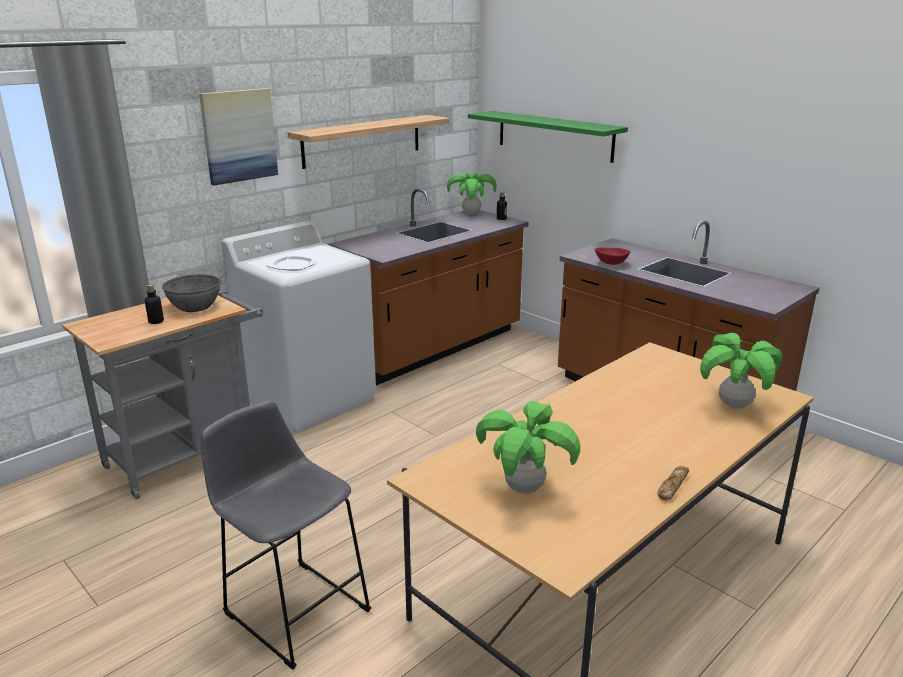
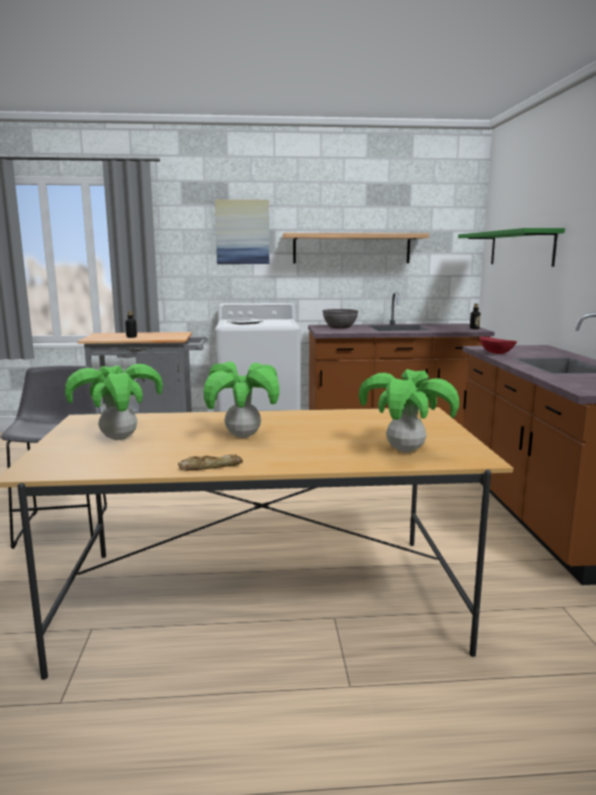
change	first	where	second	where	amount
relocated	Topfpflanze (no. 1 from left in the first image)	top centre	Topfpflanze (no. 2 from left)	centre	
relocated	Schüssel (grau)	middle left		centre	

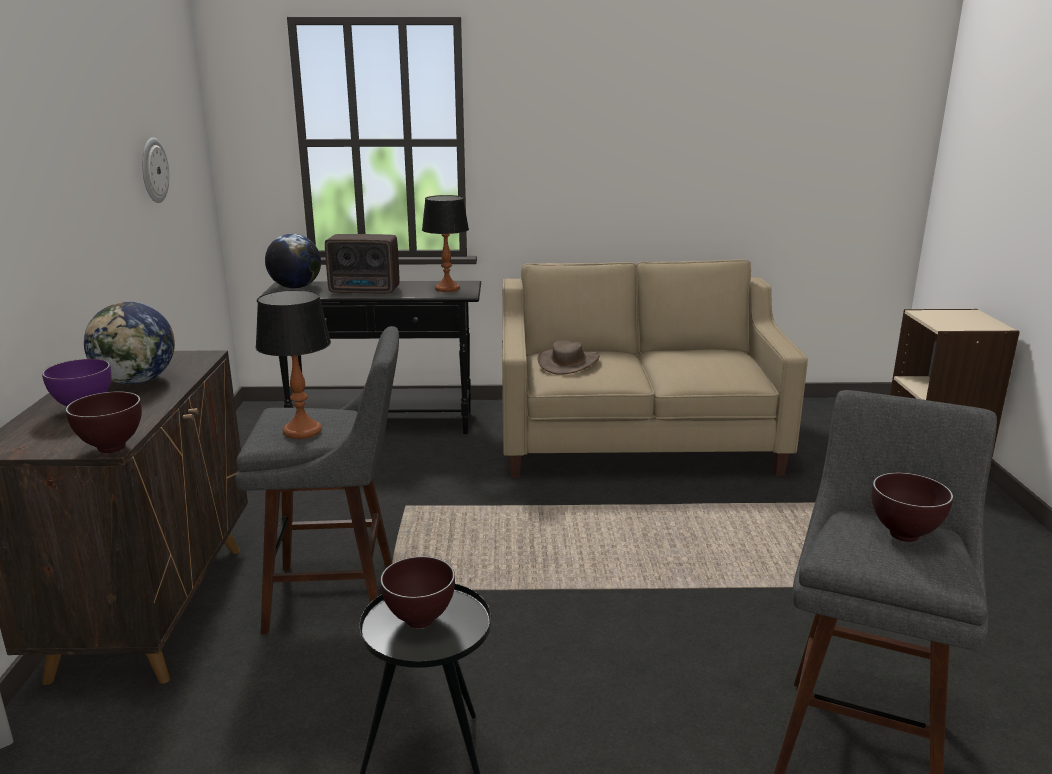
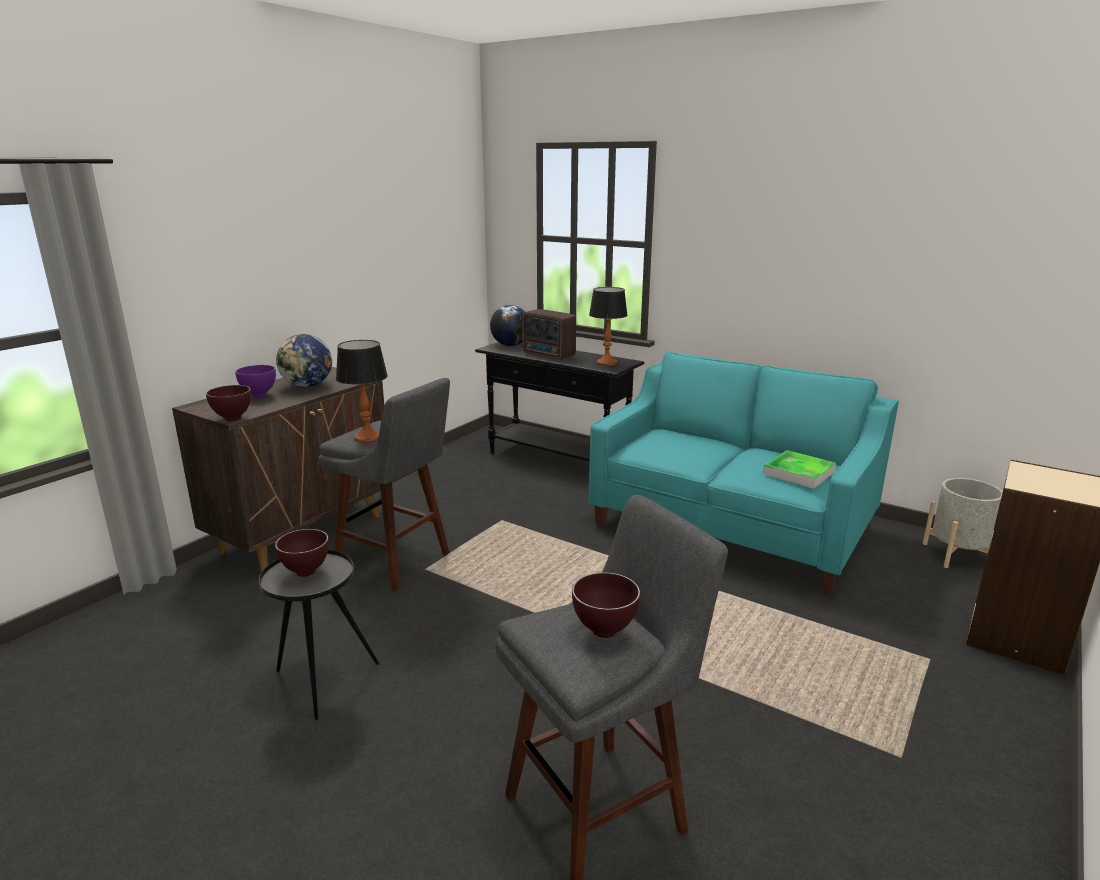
change	first	where	second	where	amount
missing	Wanduhr	top left			
colour	Sofa (beige)	centre	Sofa (türkis)	middle right	
missing	Hut (braun)	centre			
appeared			Tablett	middle right	
appeared			Pflanzkübel (grau)	middle right	

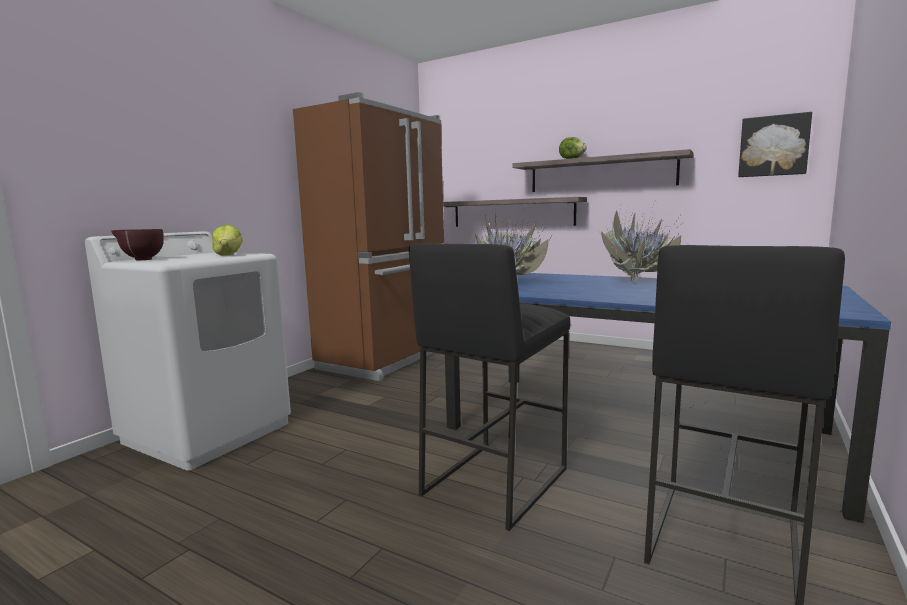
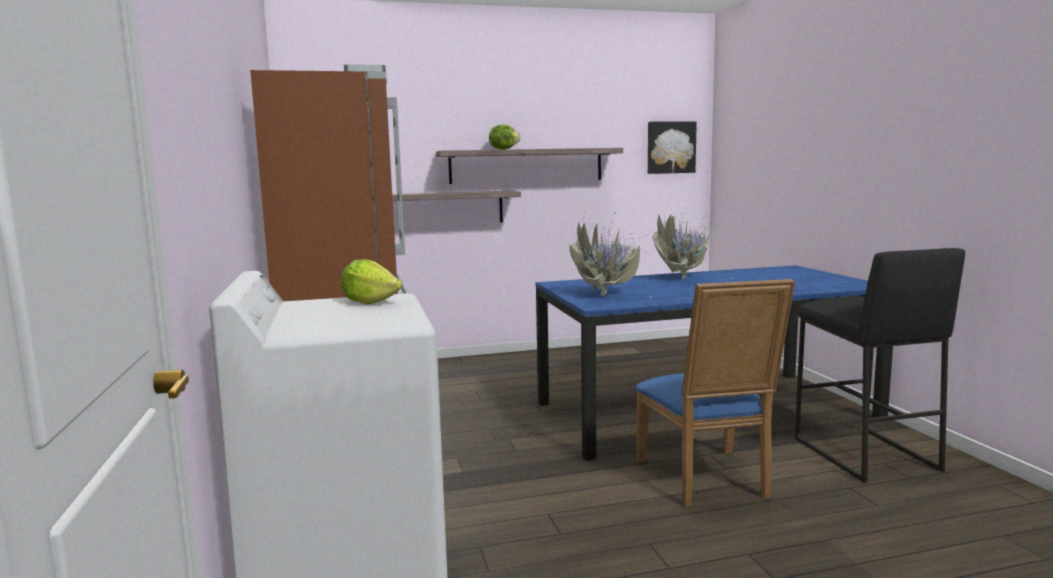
change	first	where	second	where	amount
missing	Schüssel (braun)	middle left			
exchanged	Hocker (schwarz) (no. 1 from left)	centre	Stuhl (blau)	bottom right	

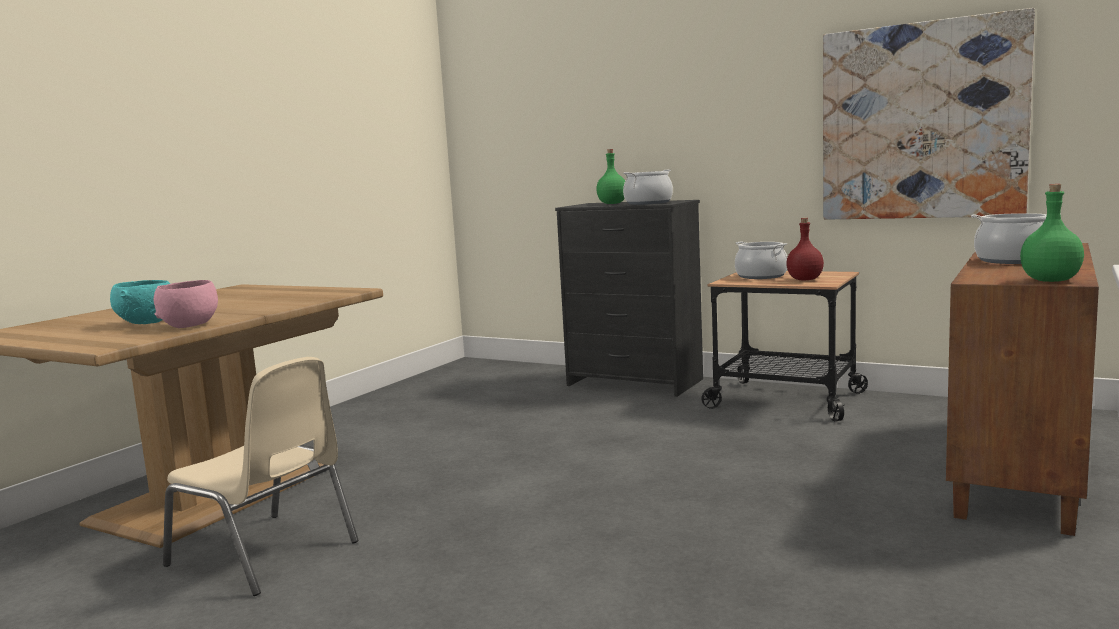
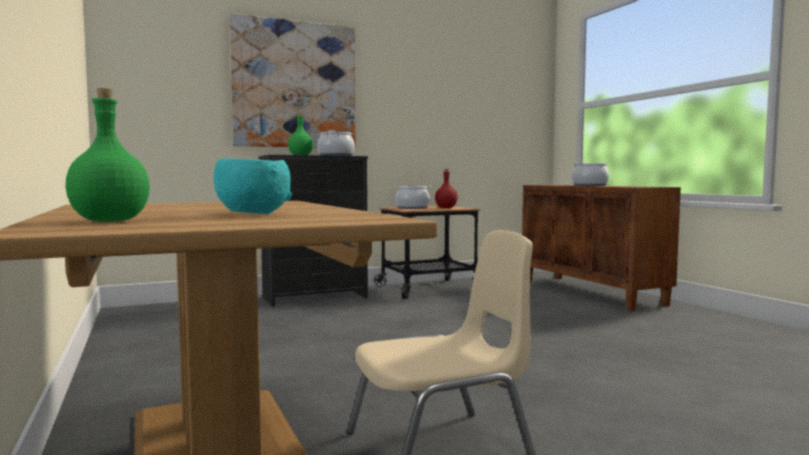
change	first	where	second	where	amount
relocated	Bild	top right		top centre	
relocated	Flasche (grün) (no. 2 from left in the first image)	middle right	Flasche (grün) (no. 1 from left)	middle left	
missing	Schüssel (rosa)	middle left			

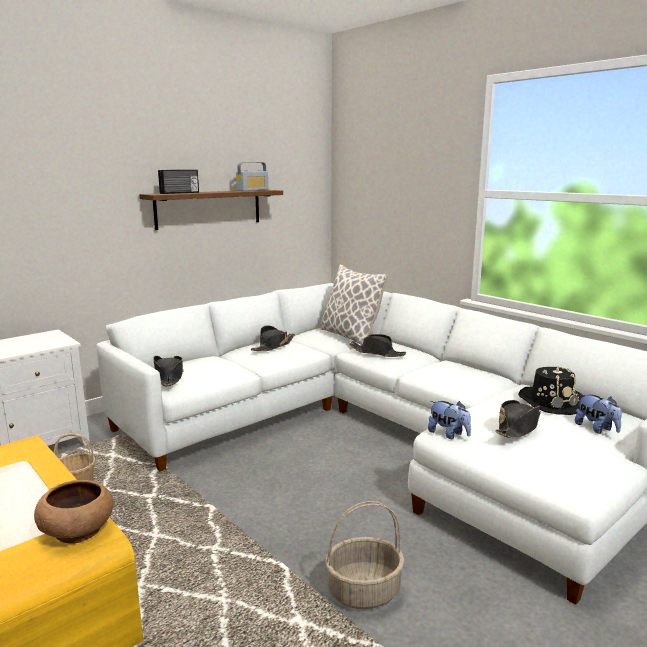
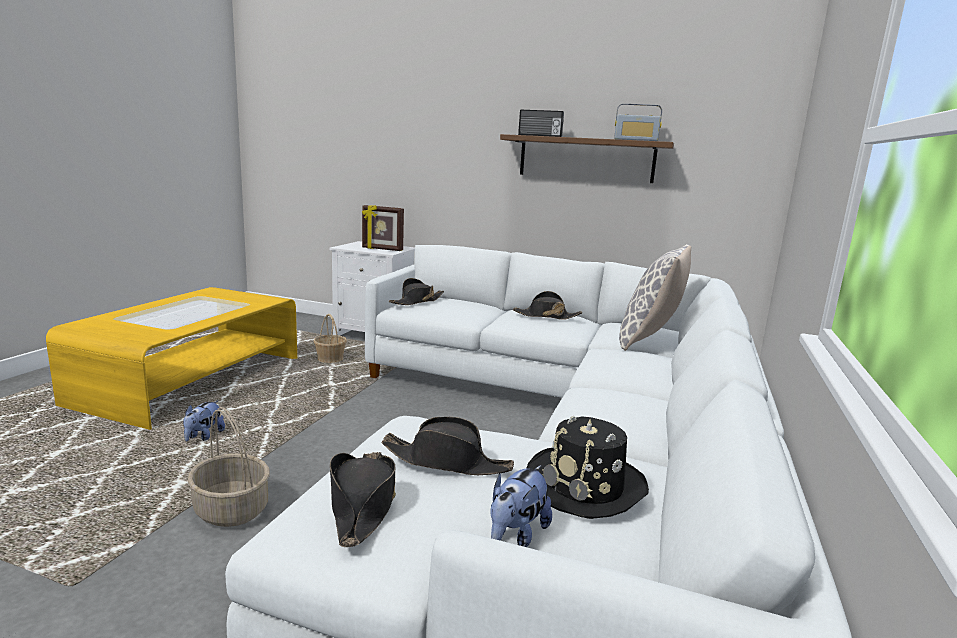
change	first	where	second	where	amount
relocated	Hut (schwarz) (no. 3 from left in the first image)	centre	Hut (schwarz) (no. 1 from left)	bottom centre	
relocated	Plüschtier (no. 1 from left)	middle right		middle left	
missing	Schüssel (braun)	bottom left			
appeared			Bilderrahmen	centre	

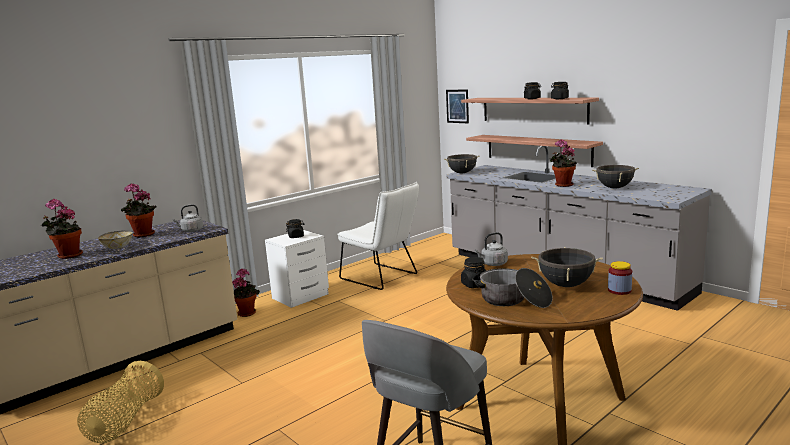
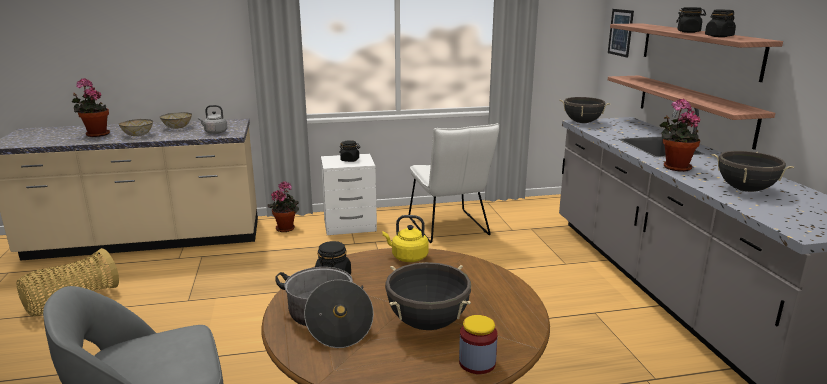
change	first	where	second	where	amount
exchanged	Topfpflanze (no. 2 from left)	middle left	Schüssel (no. 2 from left)	top left	
colour	Wasserkessel (grau) (no. 2 from left)	centre	Wasserkessel (gelb)	centre	

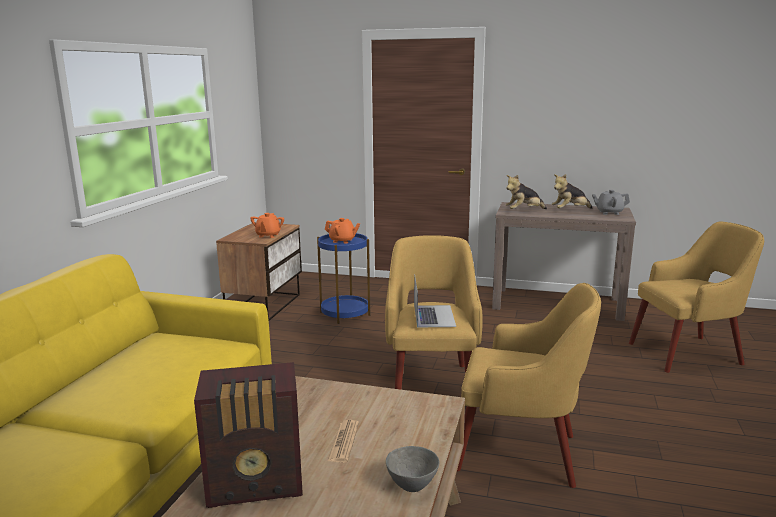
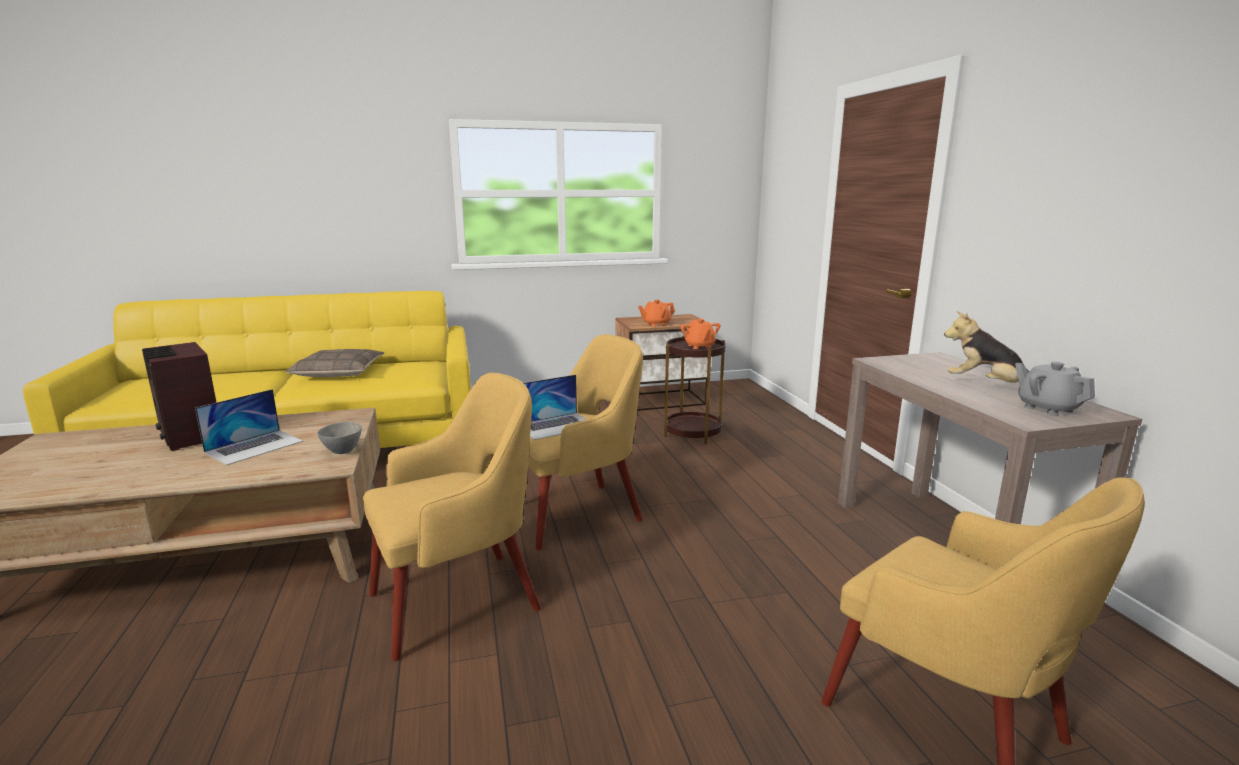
change	first	where	second	where	amount
missing	Plüschtier (no. 1 from left)	middle right			
colour	Beistelltisch (blau)	centre	Beistelltisch (braun)	centre	
spun	Sessel (gelb) (no. 2 from left in the first image)	bottom right	Sessel (gelb) (no. 1 from left)	bottom centre	105 degrees counterclockwise
exchanged	Zeitung	bottom centre	Laptop (no. 1 from left)	middle left	
relocated	Schüssel (grau)	bottom centre		middle left	
appeared			Kissen	middle left	

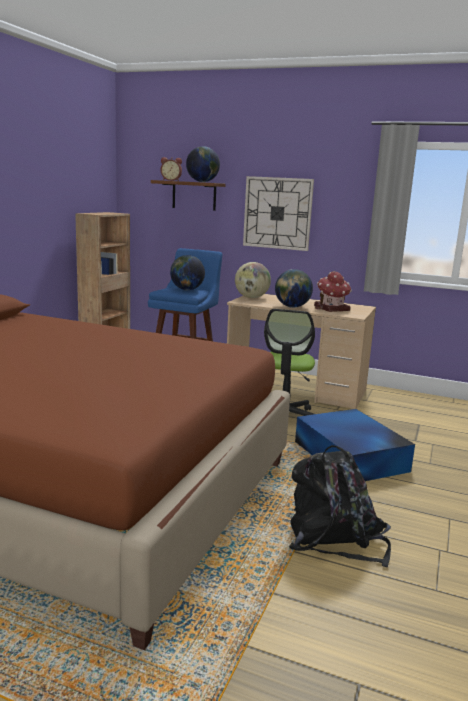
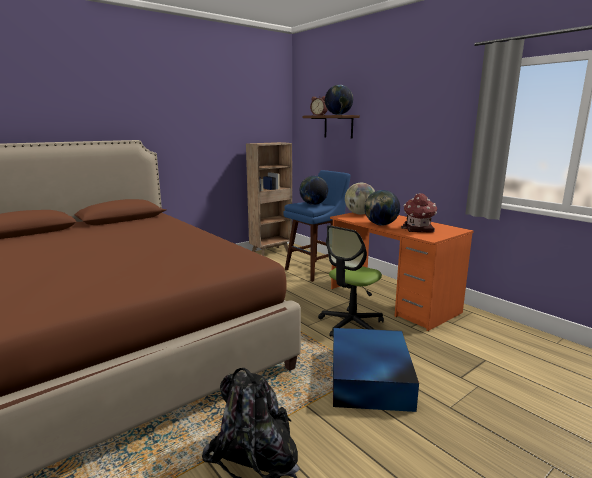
change	first	where	second	where	amount
missing	Wanduhr	top centre			
colour	Schreibtisch (beige)	centre	Schreibtisch (orange)	middle right	

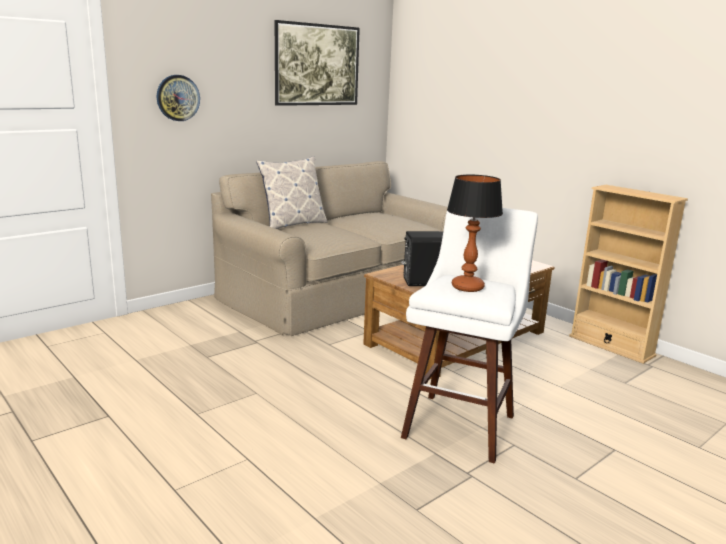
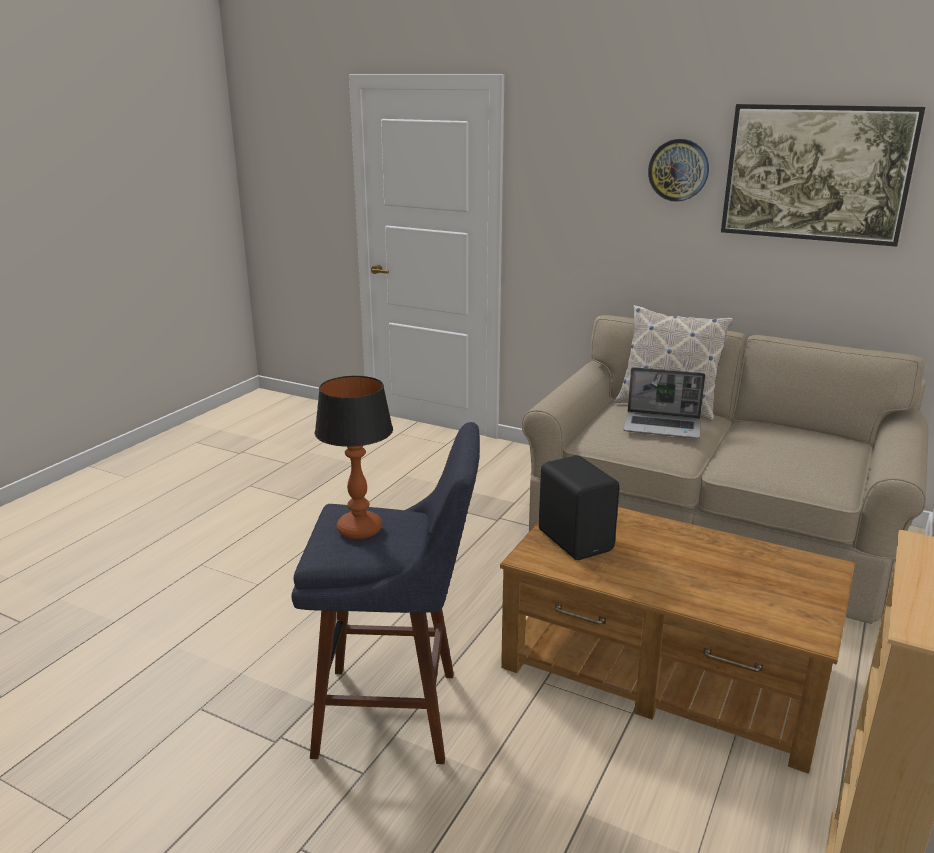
change	first	where	second	where	amount
relocated	Wanduhr	top left		top right	
colour	Hocker (weiß)	centre	Hocker (blau)	bottom centre	
appeared			Laptop	middle right	

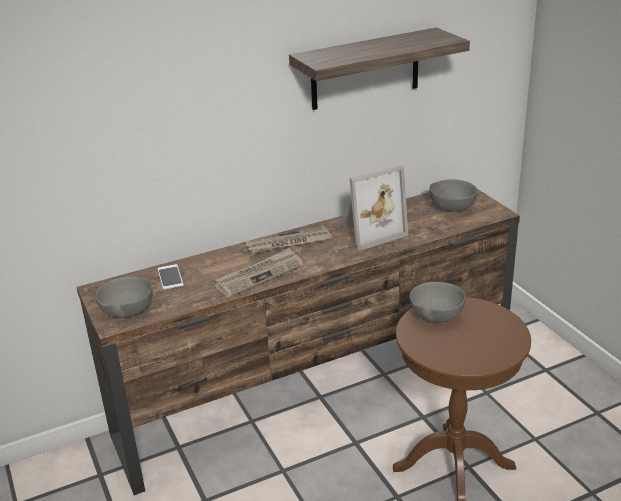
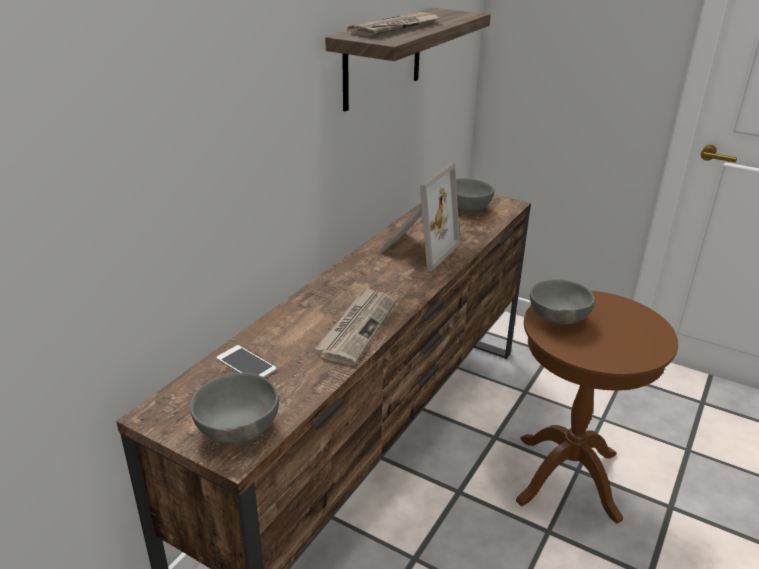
change	first	where	second	where	amount
relocated	Zeitung (no. 2 from left)	centre		top centre	

